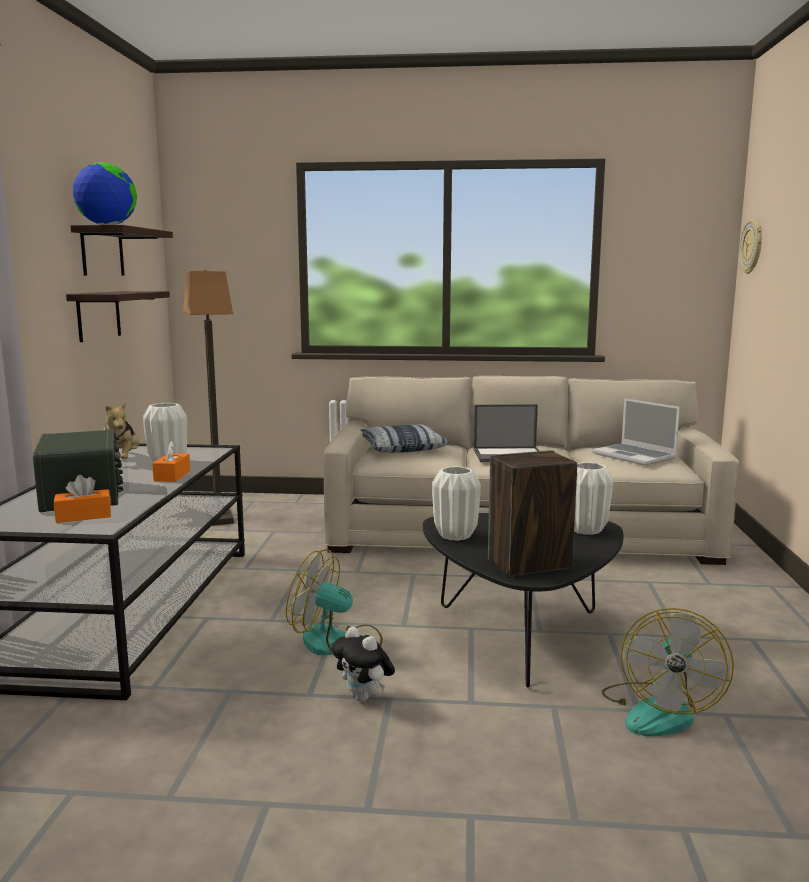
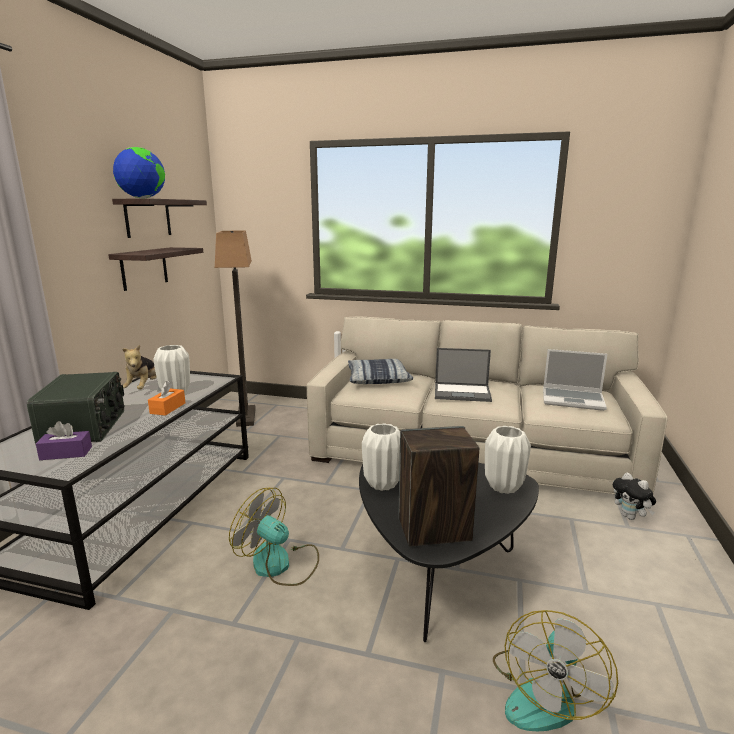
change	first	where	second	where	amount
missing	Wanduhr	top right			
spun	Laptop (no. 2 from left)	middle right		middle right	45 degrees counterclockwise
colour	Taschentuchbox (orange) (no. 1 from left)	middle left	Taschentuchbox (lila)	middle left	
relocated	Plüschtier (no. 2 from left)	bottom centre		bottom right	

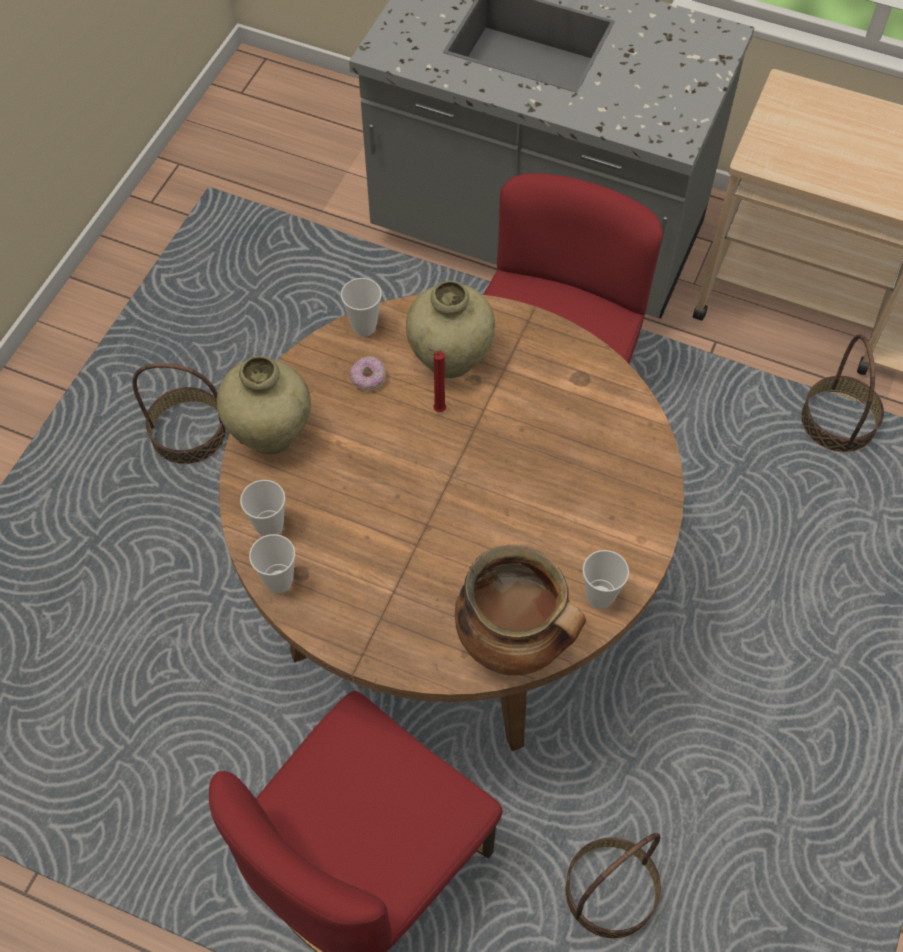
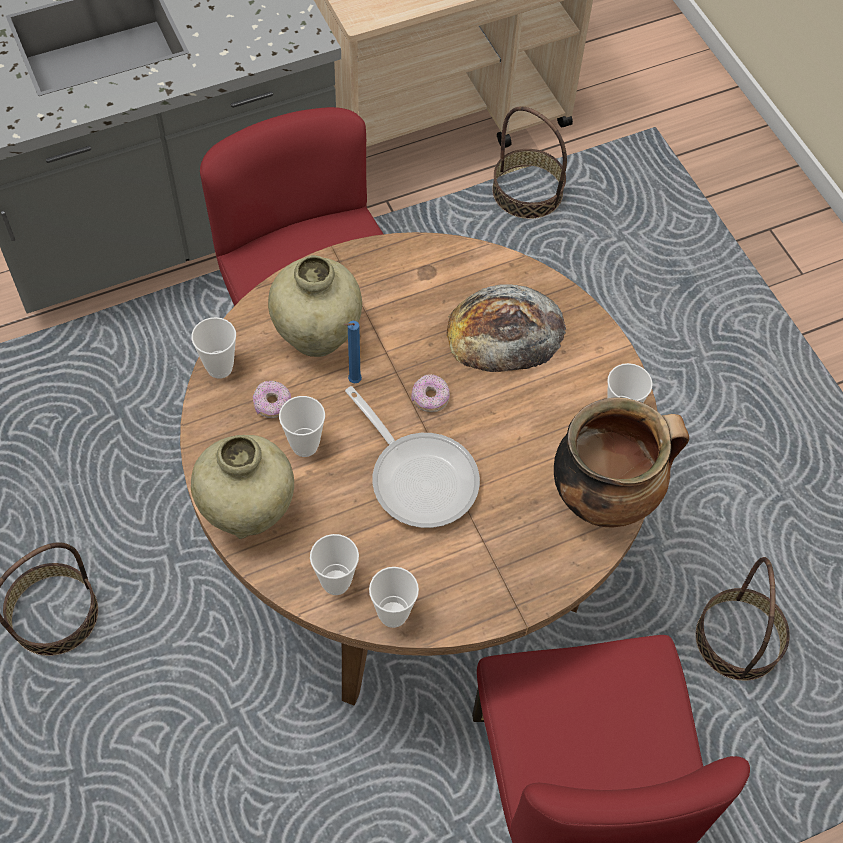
change	first	where	second	where	amount
colour	Kerze (rot)	centre	Kerze (blau)	centre	
appeared			Brot	centre	
appeared			Donut (no. 2 from left)	centre	
appeared			Pfanne	centre	
appeared			Tasse (no. 2 from left)	centre	

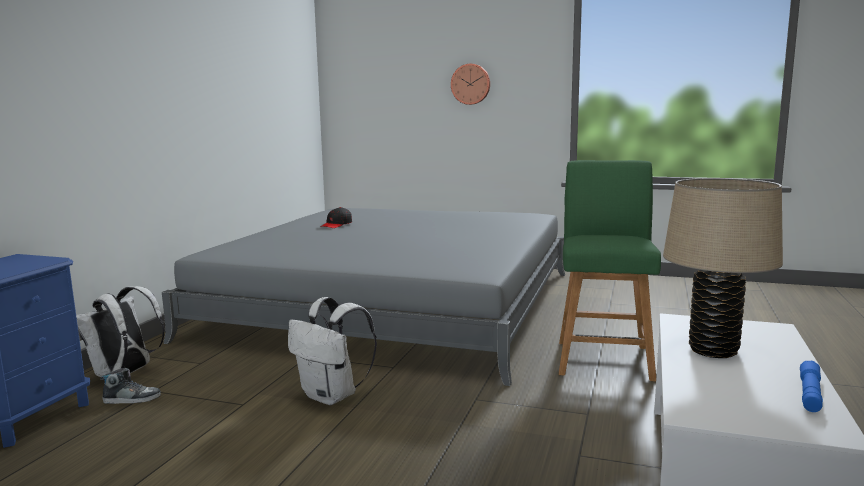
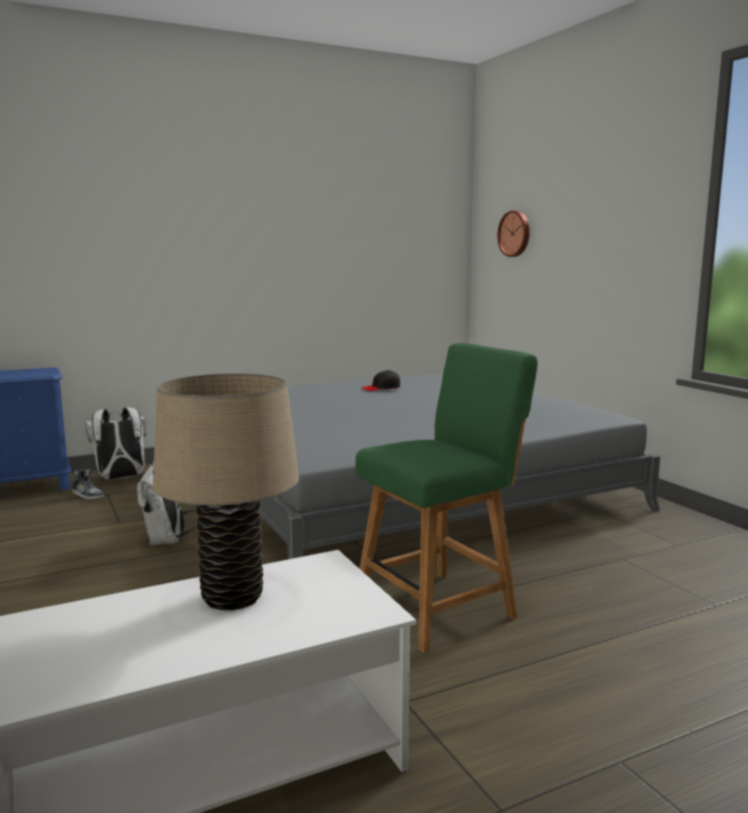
change	first	where	second	where	amount
relocated	Wanduhr	top centre		top right	
missing	Taschenlampe (blau)	bottom right			

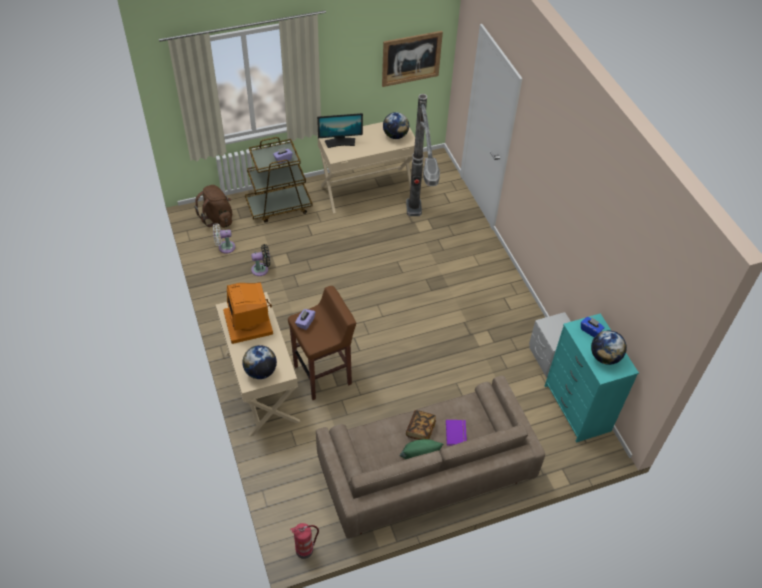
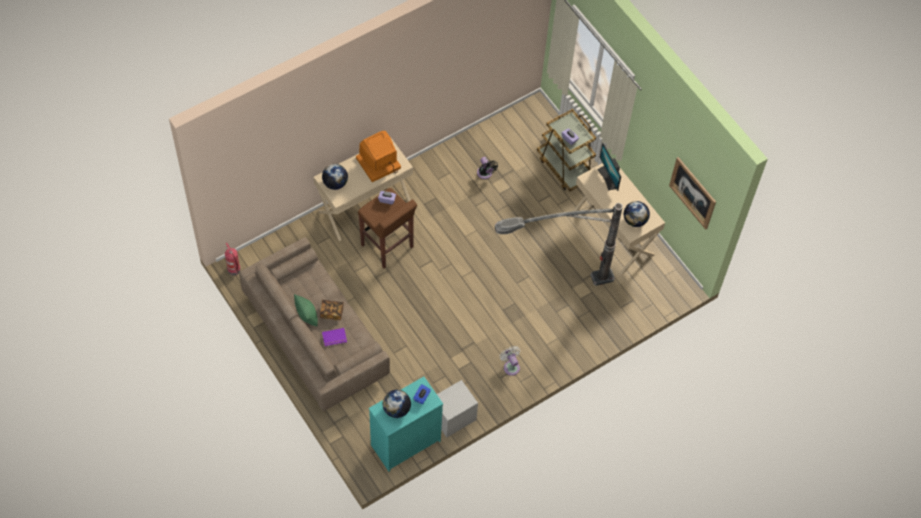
change	first	where	second	where	amount
missing	Rucksack (braun)	middle left			
relocated	Ventilator (weiß)	middle left		bottom centre	

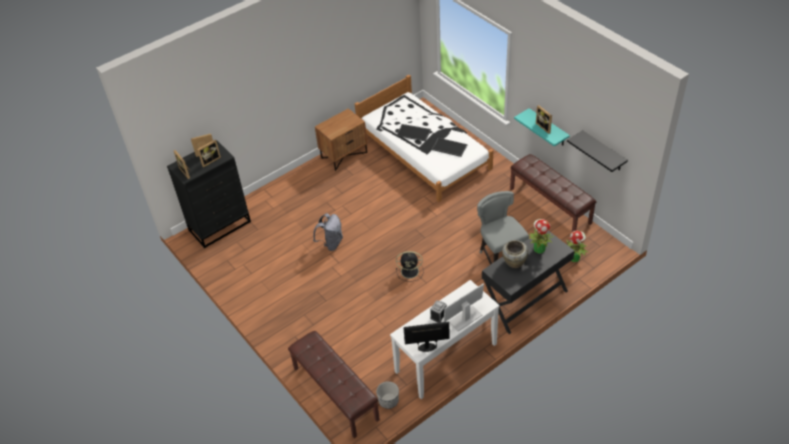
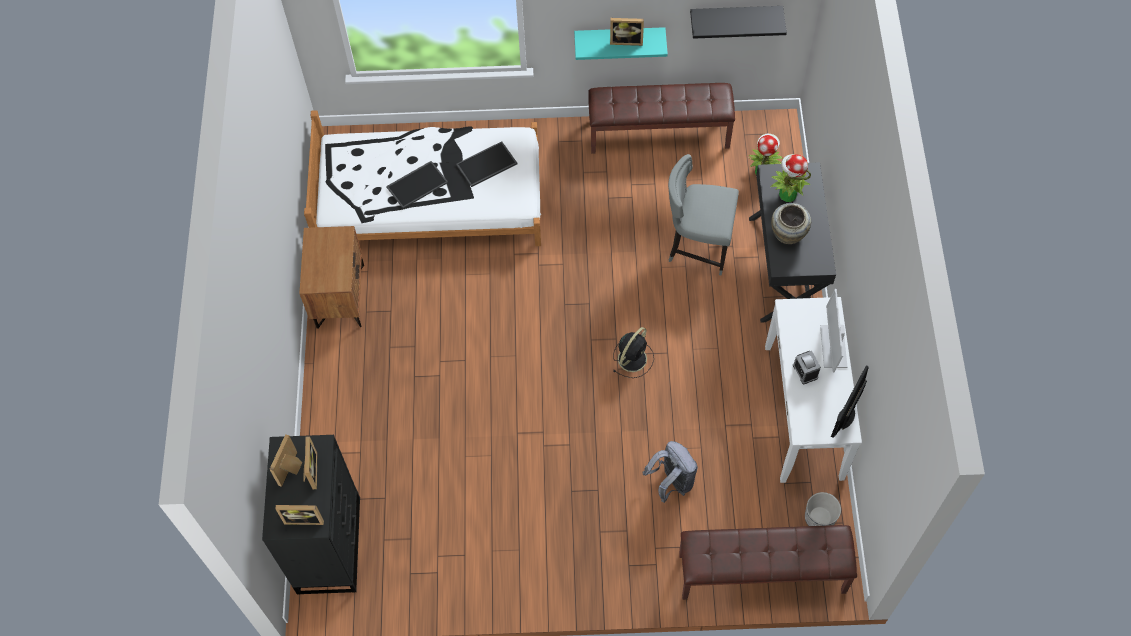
change	first	where	second	where	amount
relocated	Rucksack (grau)	centre		bottom centre	

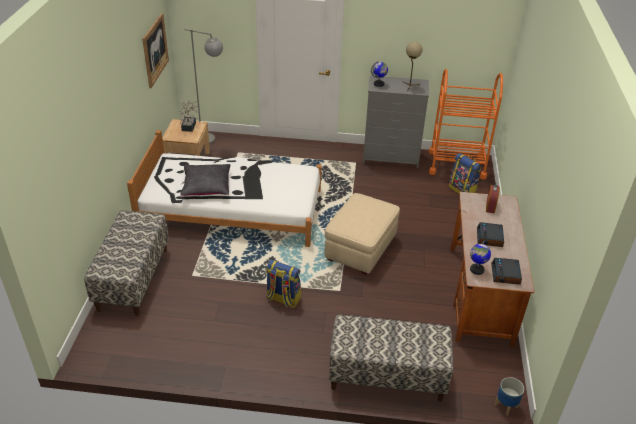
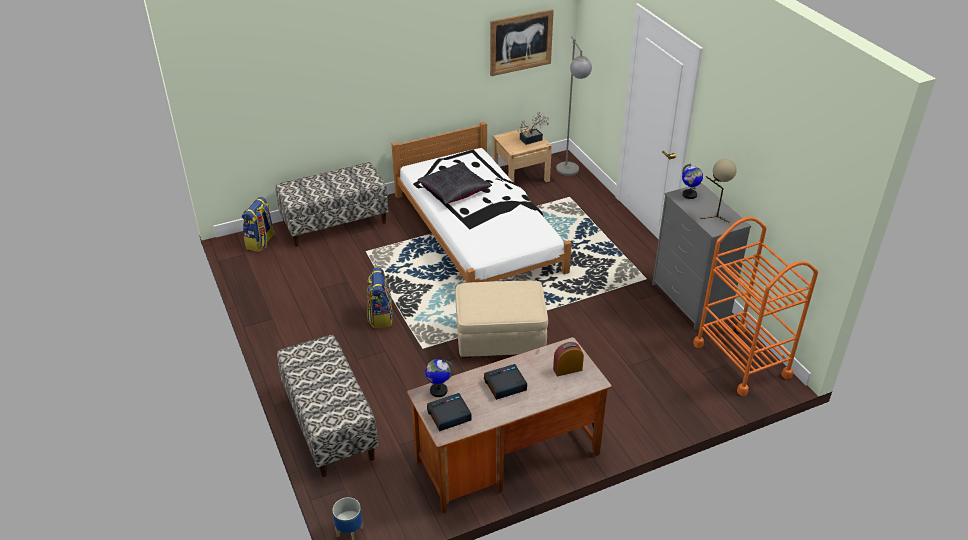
change	first	where	second	where	amount
relocated	Rucksack (no. 2 from left in the first image)	middle right	Rucksack (no. 1 from left)	middle left	

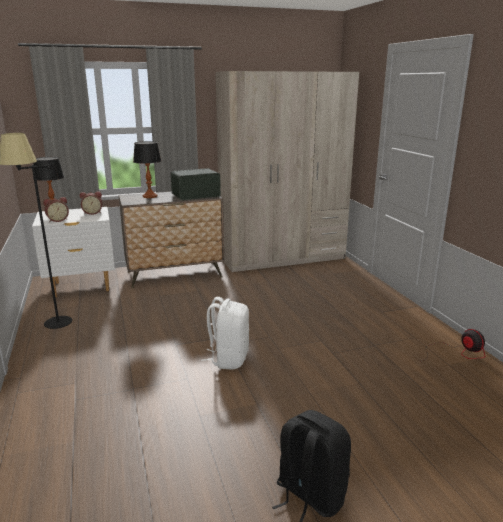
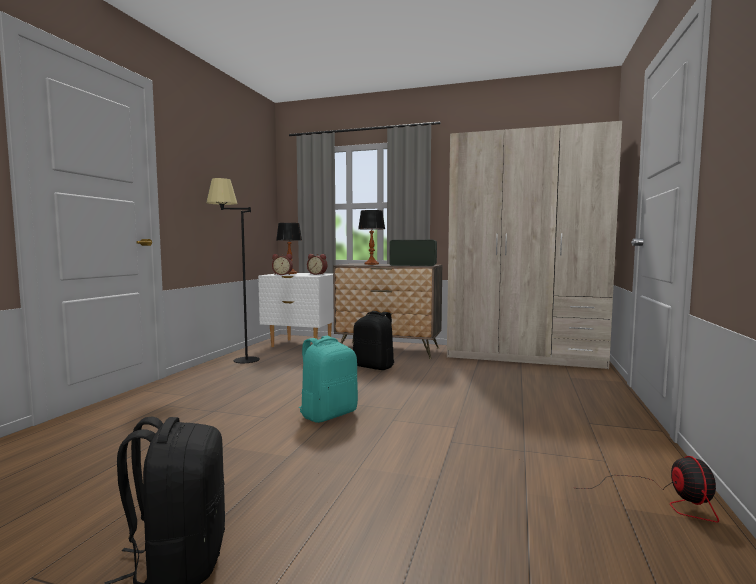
change	first	where	second	where	amount
colour	Rucksack (weiß)	centre	Rucksack (türkis)	centre	
appeared			Rucksack (schwarz) (no. 2 from left)	centre	

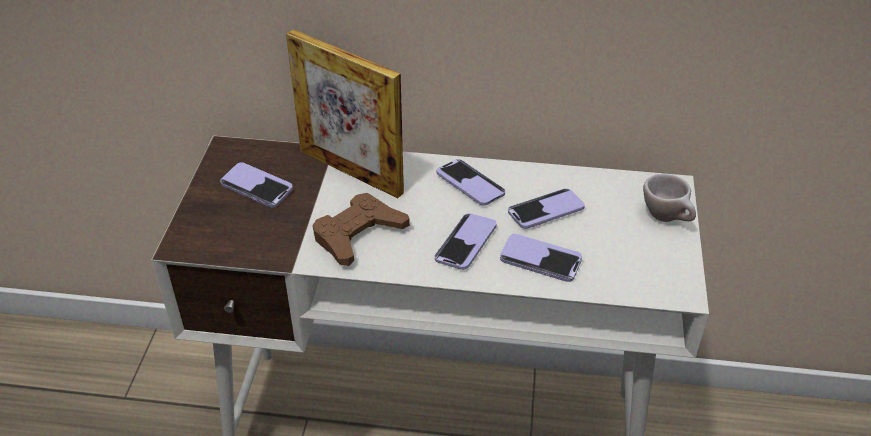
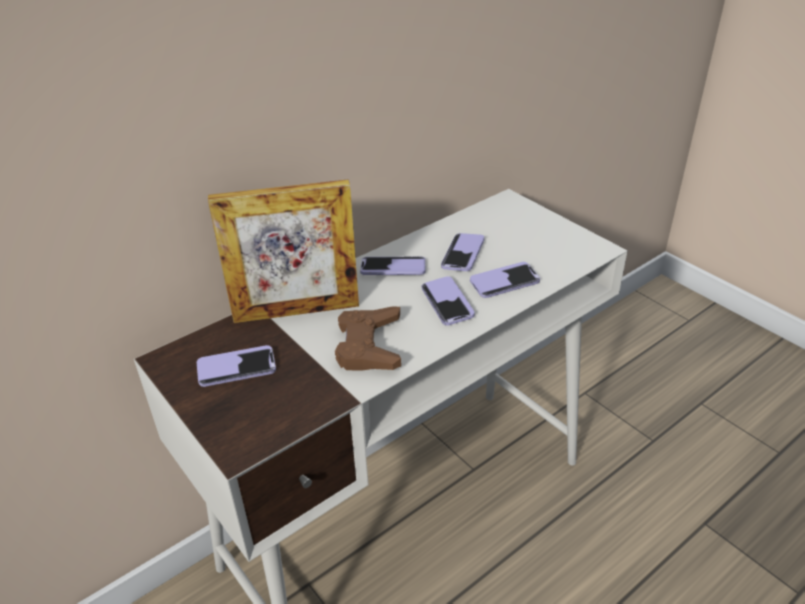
change	first	where	second	where	amount
missing	Tasse (beige)	middle right			

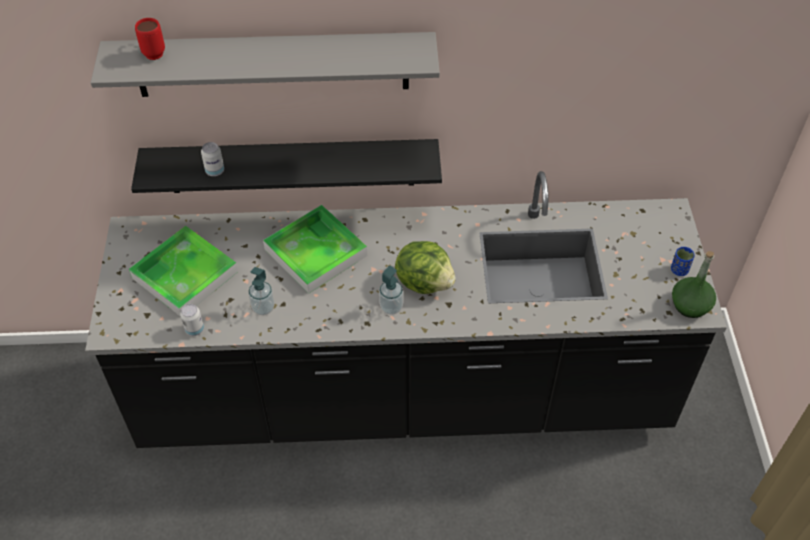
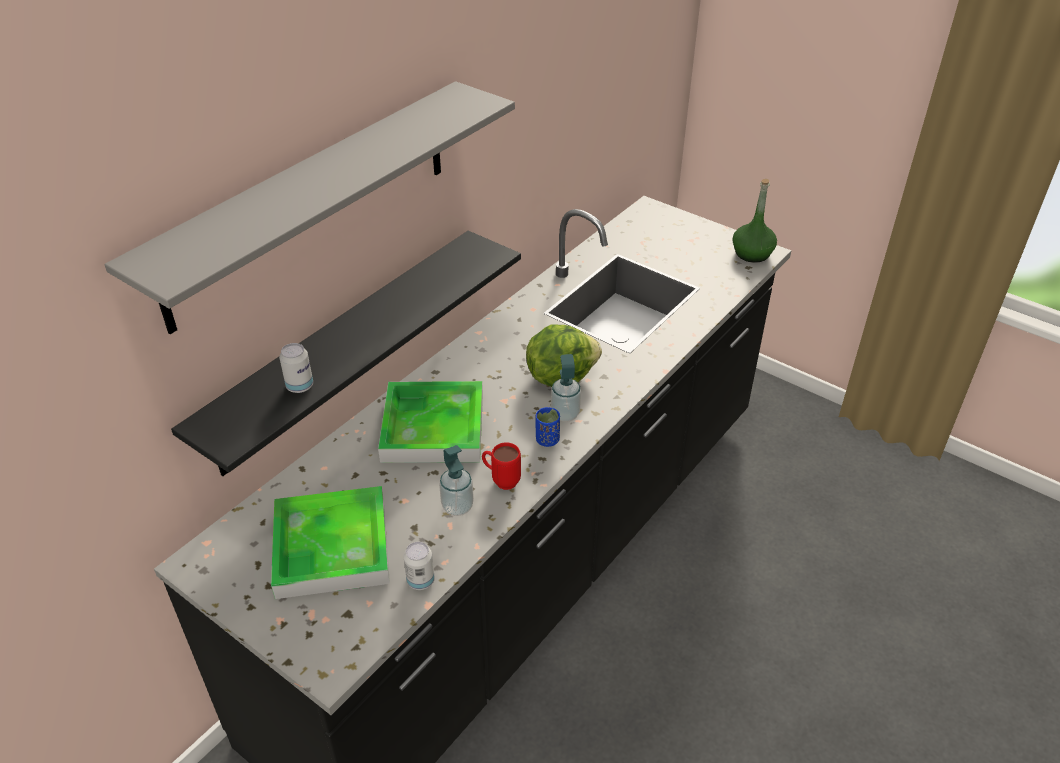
change	first	where	second	where	amount
relocated	Henkelbecher (rot)	top left		centre	
relocated	Tasse (blau)	middle right		centre	

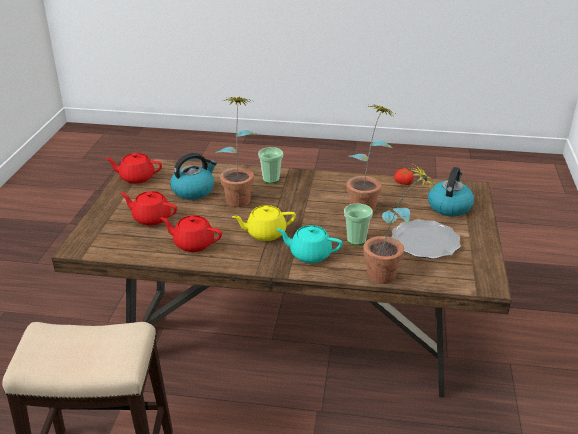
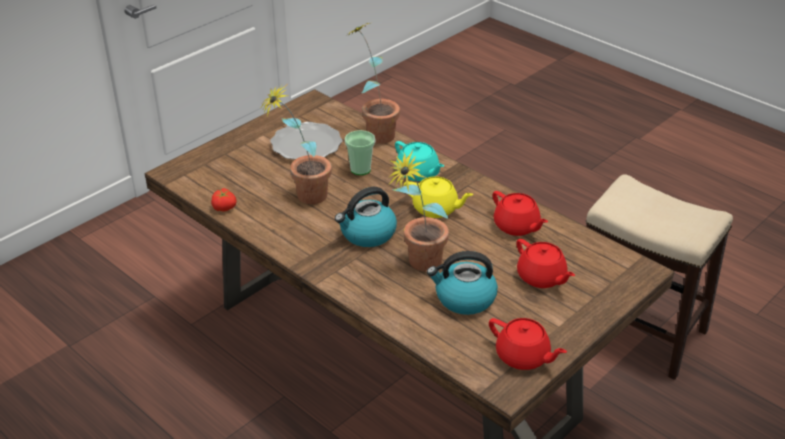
change	first	where	second	where	amount
missing	Tasse (no. 1 from left)	centre			
relocated	Wasserkessel (no. 2 from left in the first image)	middle right	Wasserkessel (no. 1 from left)	centre	

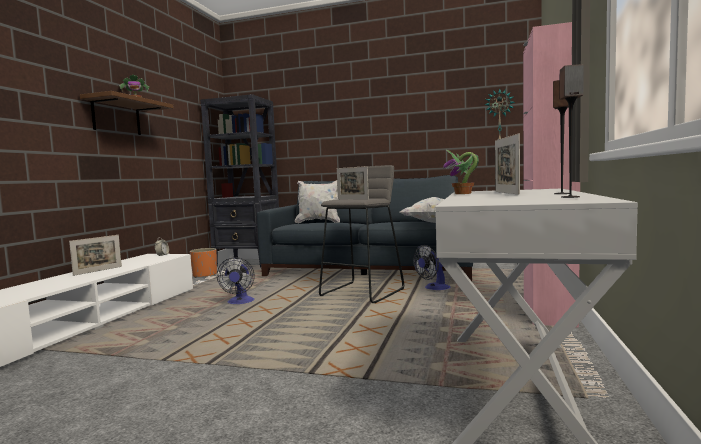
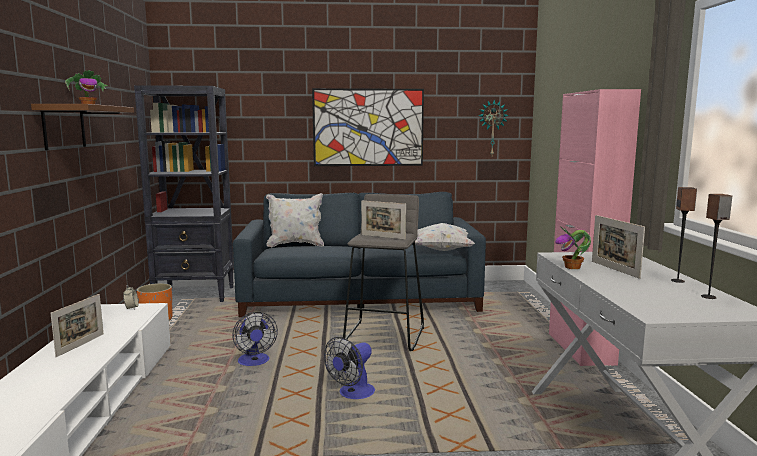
change	first	where	second	where	amount
relocated	Ventilator (no. 2 from left)	centre		bottom centre	
appeared			Bild	top centre	

